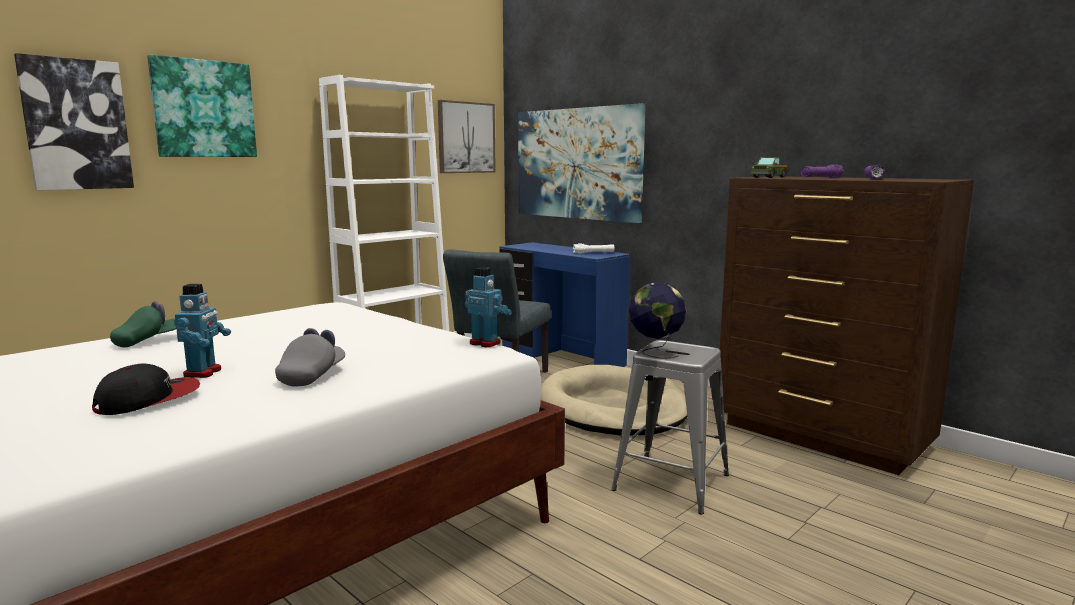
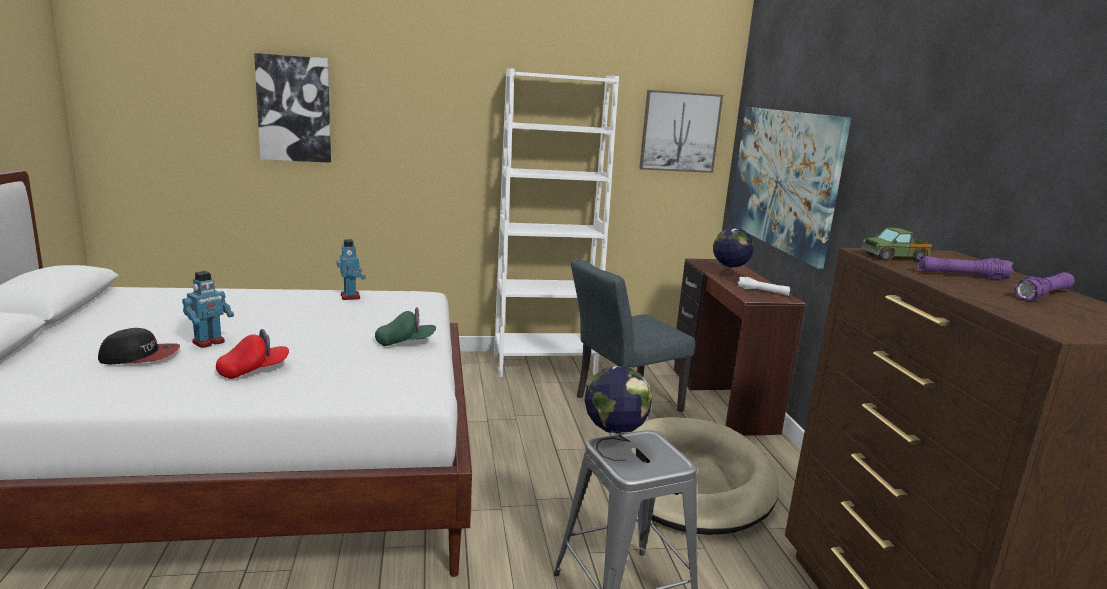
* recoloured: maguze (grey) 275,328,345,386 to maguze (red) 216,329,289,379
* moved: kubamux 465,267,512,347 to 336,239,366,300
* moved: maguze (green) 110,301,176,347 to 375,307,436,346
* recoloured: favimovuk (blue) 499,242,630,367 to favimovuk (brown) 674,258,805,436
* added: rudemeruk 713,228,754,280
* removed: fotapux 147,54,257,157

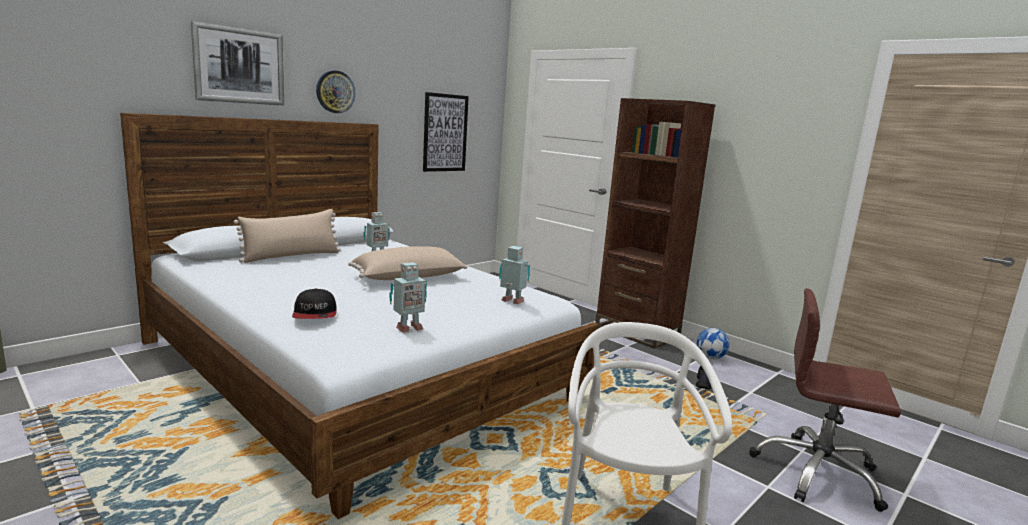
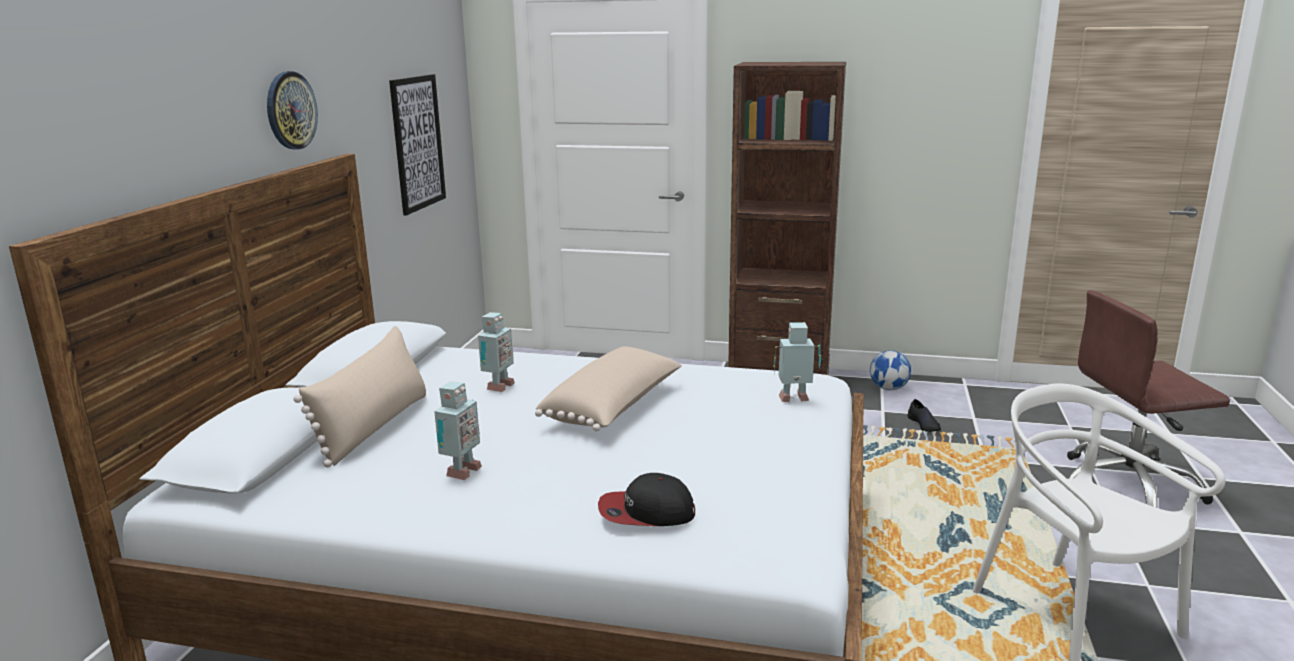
* moved: kubamux 389,262,427,333 to 434,381,482,480
* turned: maguze 292,288,337,319 = 598,473,695,526 135 degrees clockwise
* removed: fotapux 191,21,284,106

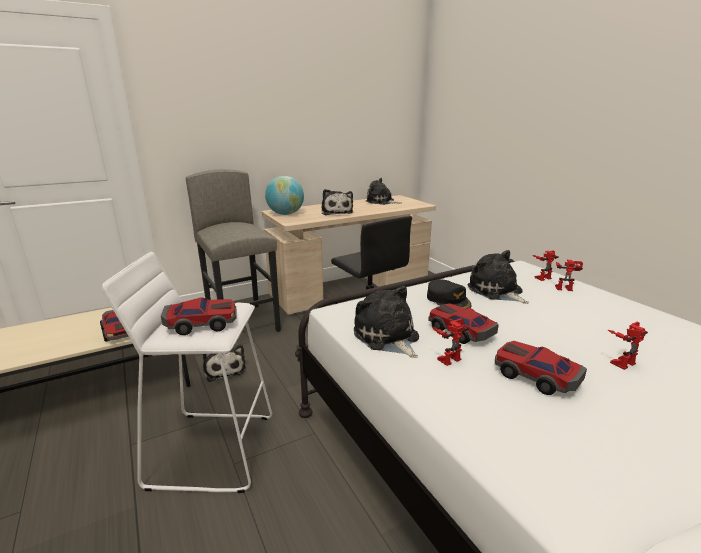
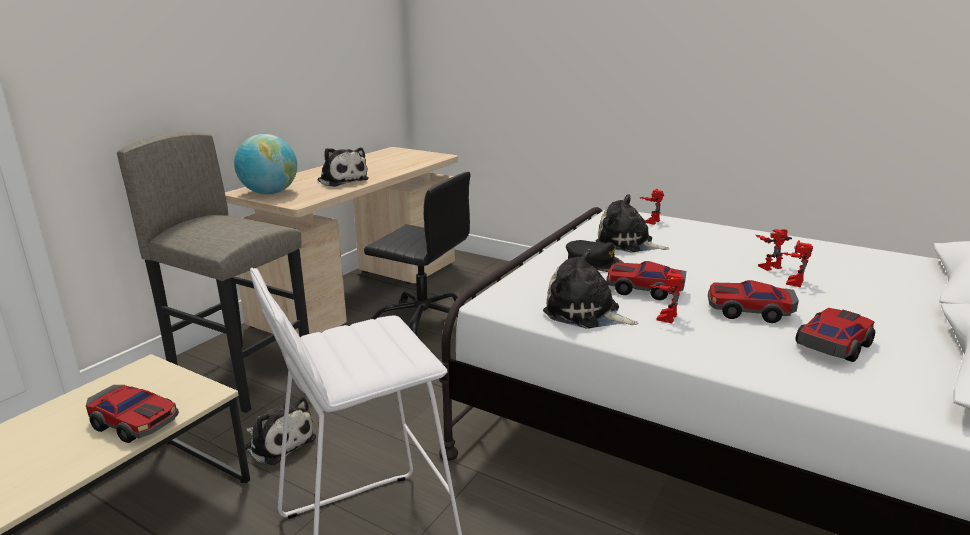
* moved: kubamux 555,260,583,291 to 756,229,792,271
* moved: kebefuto 161,298,237,335 to 795,308,875,362
* removed: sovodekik 366,178,402,205

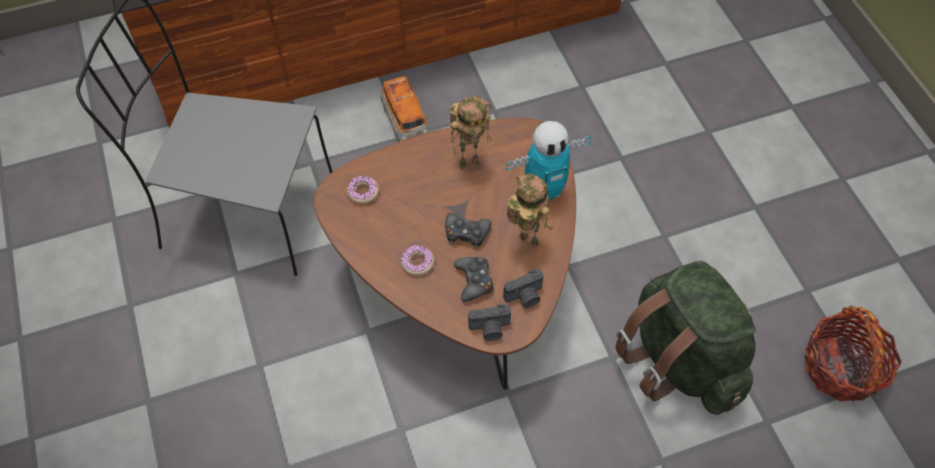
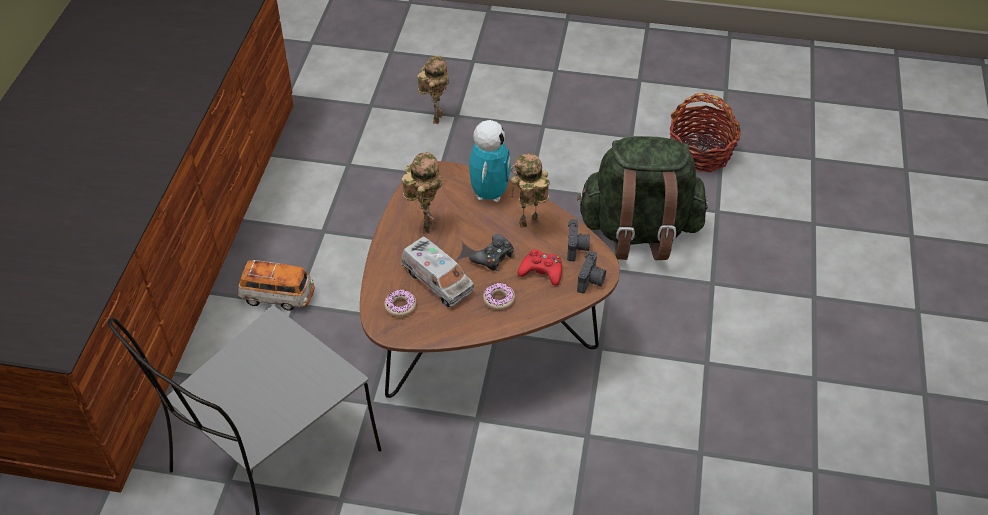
* added: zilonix 402,237,474,307
* added: kubamux 417,56,449,124
* recoloured: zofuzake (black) 454,257,494,302 to zofuzake (red) 518,249,562,286

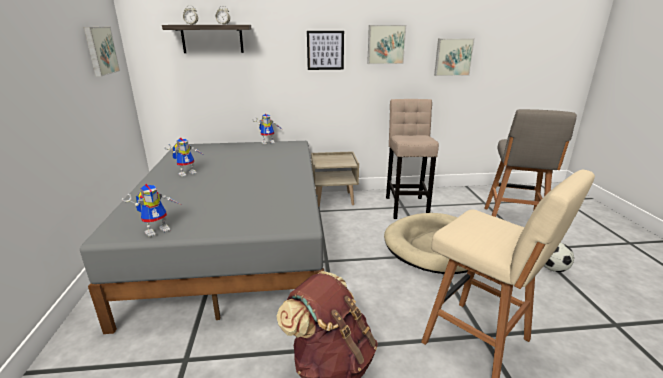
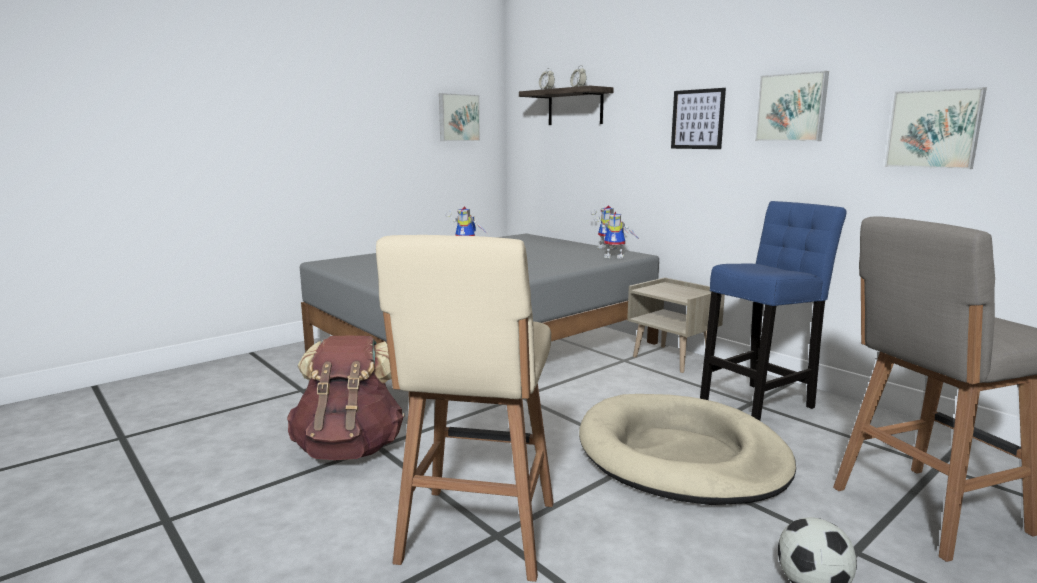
* moved: kubamux 122,184,181,237 to 594,211,640,259
* recoloured: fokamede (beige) 386,99,439,219 to fokamede (blue) 700,201,846,421

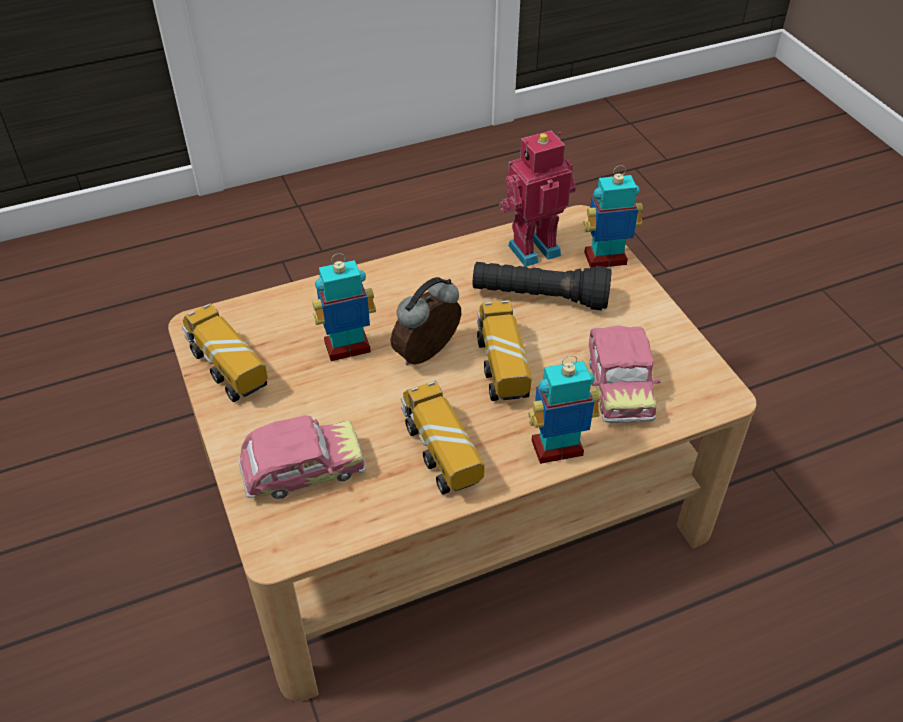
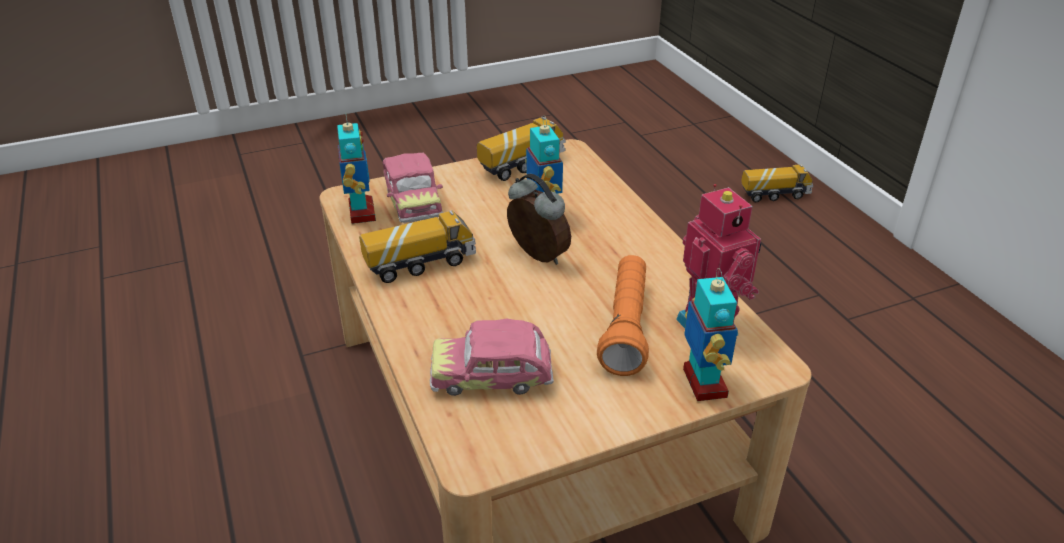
* moved: kubamux 528,355,600,464 to 337,116,376,224
* recoloured: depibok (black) 473,262,611,310 to depibok (orange) 597,255,649,376
* moved: zilonix 477,300,532,401 to 741,164,813,202

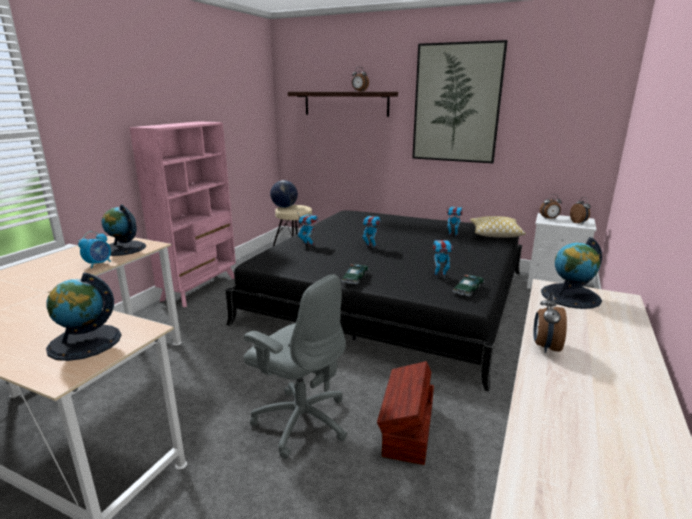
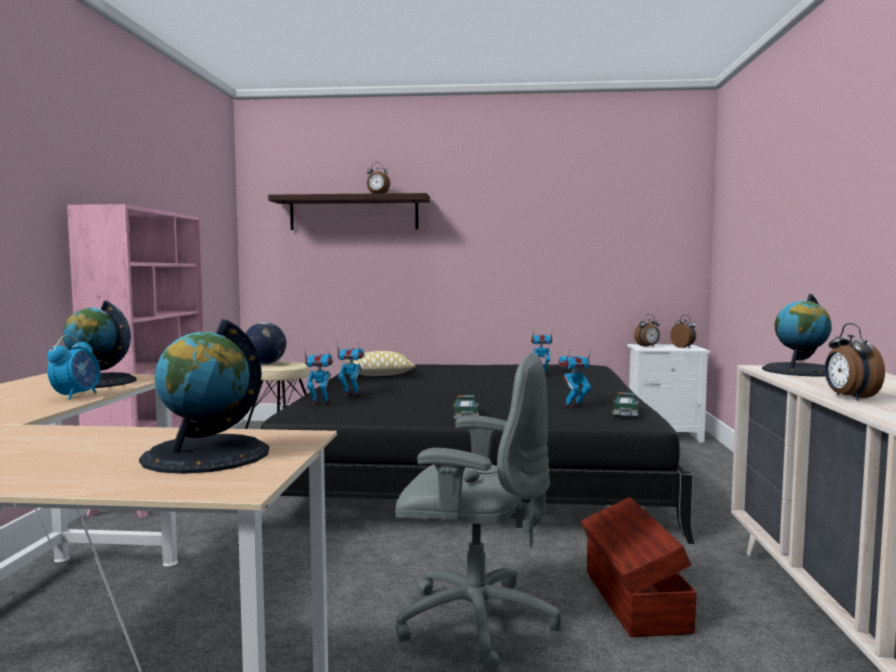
* moved: kubamux 362,215,381,249 to 304,347,333,405
* moved: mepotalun 470,216,526,238 to 345,351,415,376
* removed: fotapux 412,40,508,163

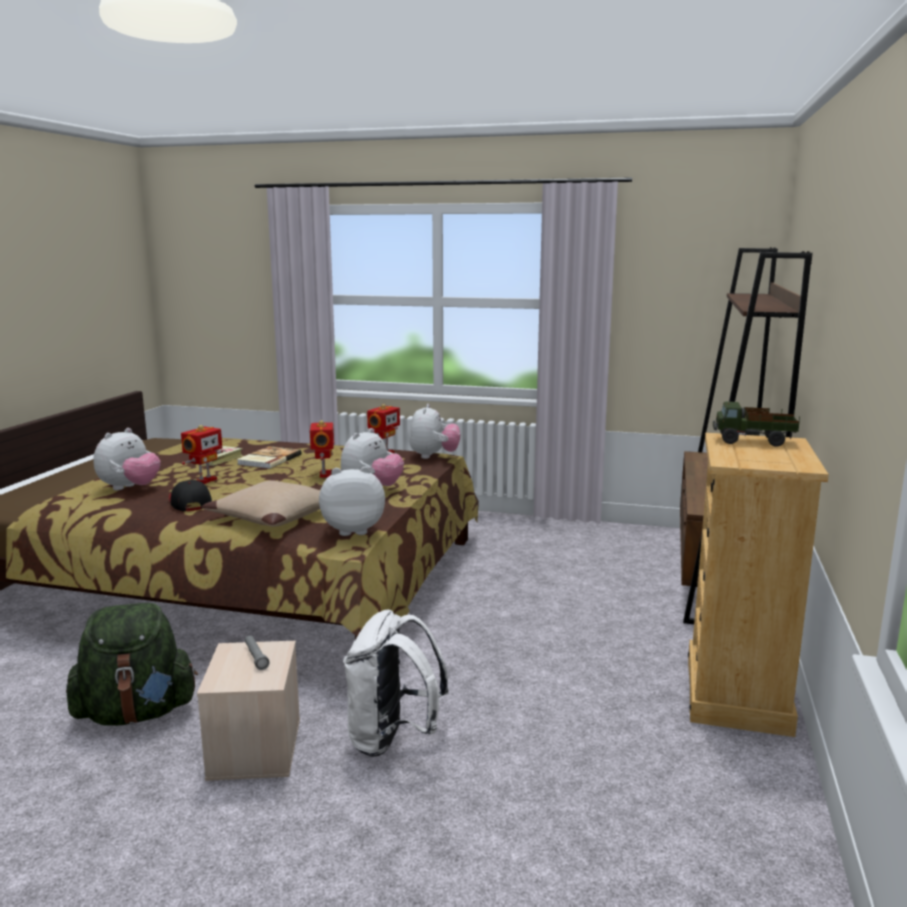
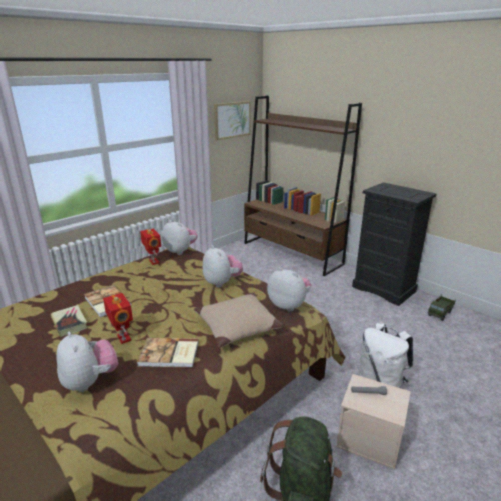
* replaced: maguze 169,480,212,511 to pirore 137,338,199,368
* added: fotapux 214,101,251,140
* turned: sovodekik 319,467,385,536 = 267,267,311,312 105 degrees clockwise
* recoloured: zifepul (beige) 688,433,829,737 to zifepul (black) 352,182,436,306
* moved: zilonix 713,401,800,447 to 428,295,456,321
* removed: kubamux 310,420,334,478

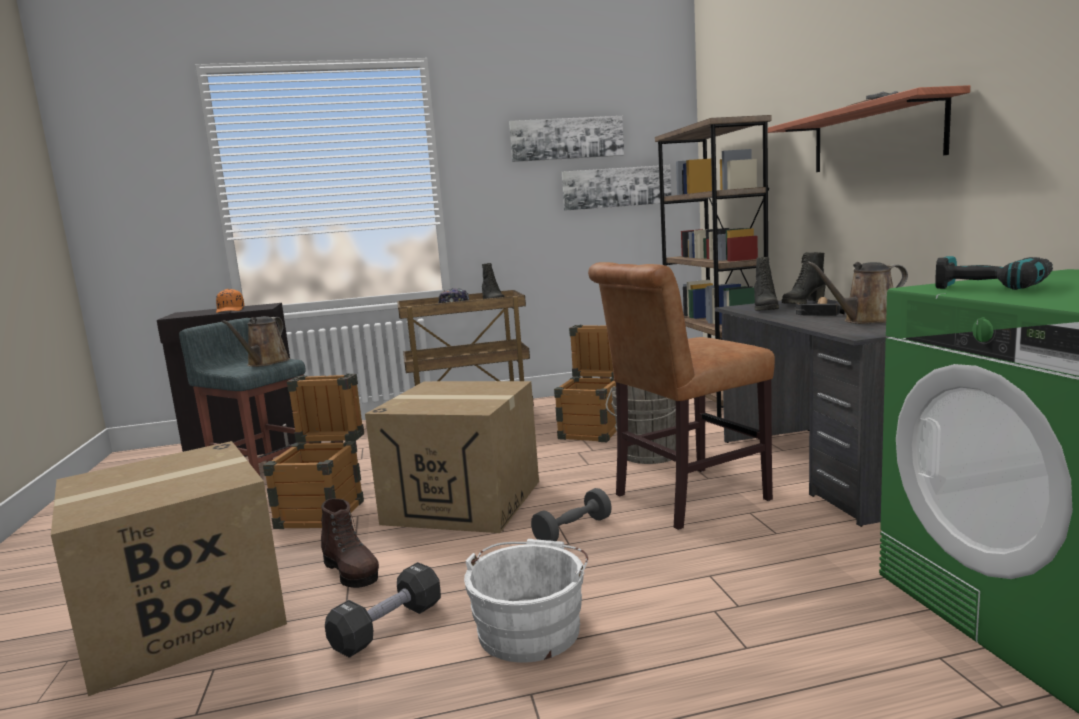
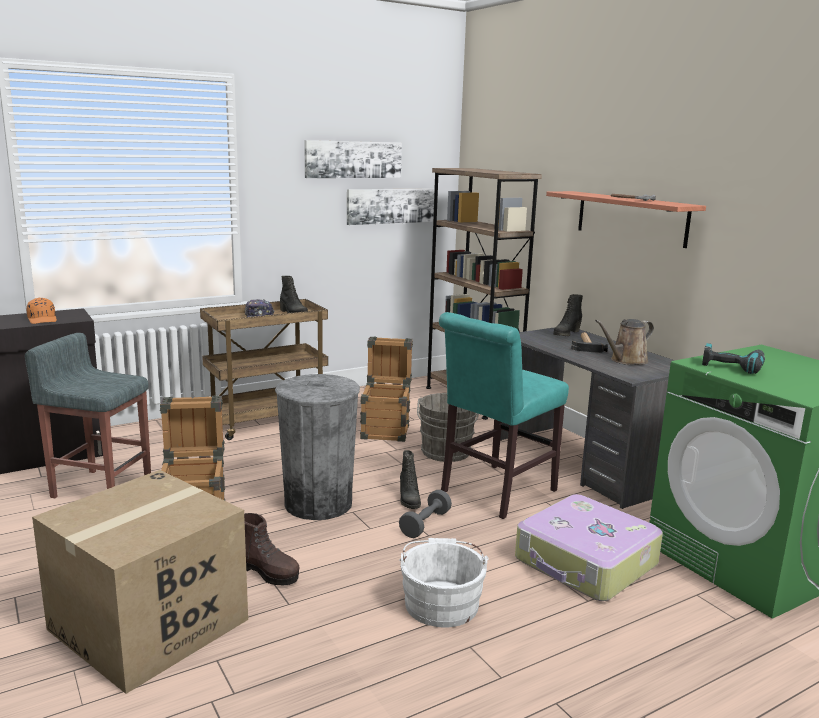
* replaced: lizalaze 365,381,539,533 to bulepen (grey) 275,374,360,520
* moved: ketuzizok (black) 754,257,779,311 to 400,450,421,509
* recoloured: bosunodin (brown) 588,262,775,530 to bosunodin (turquoise) 439,312,569,519
* added: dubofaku 515,494,663,601
* removed: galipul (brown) 221,316,290,367
* removed: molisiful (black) 325,562,441,658

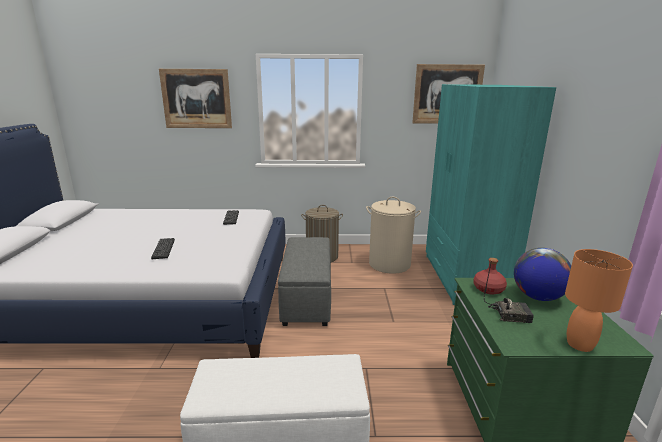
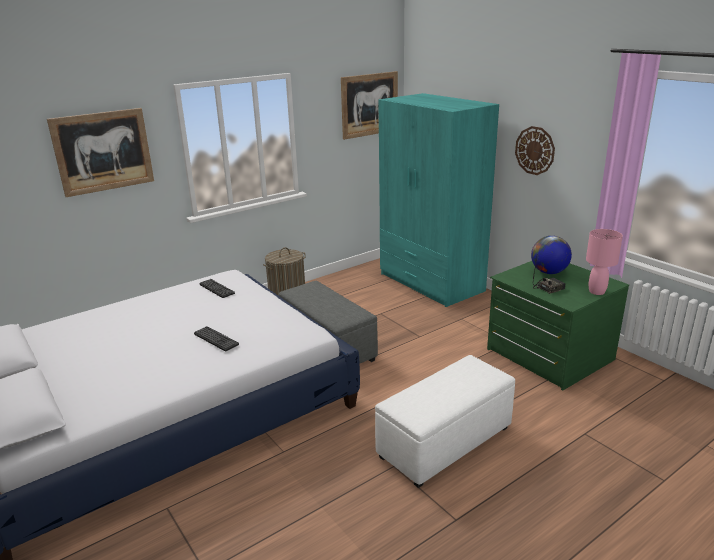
* added: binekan 515,126,555,175
* recoloured: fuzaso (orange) 565,249,633,352 to fuzaso (pink) 586,229,623,295
* removed: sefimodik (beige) 366,197,421,274
* removed: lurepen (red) 473,258,507,294

